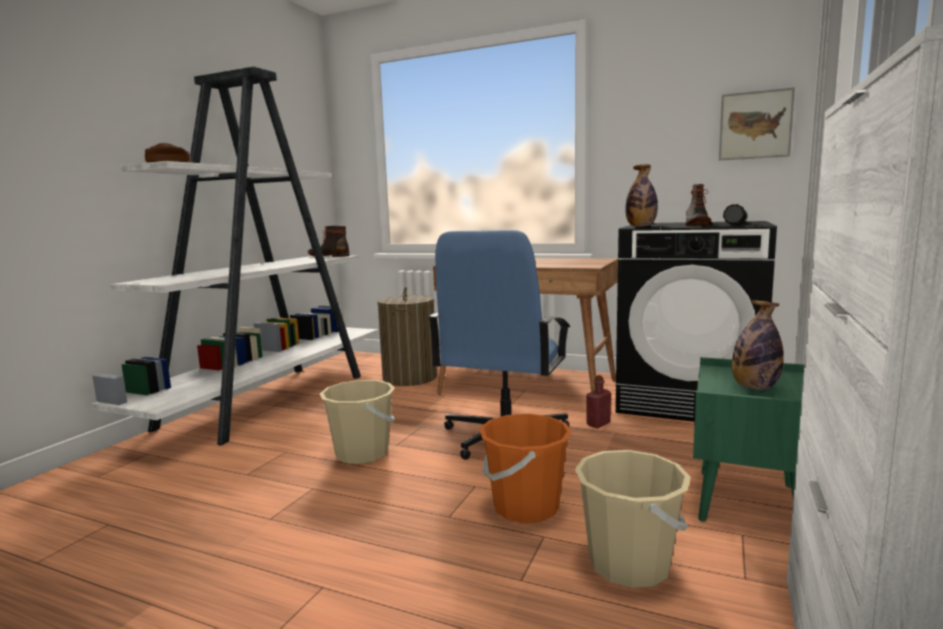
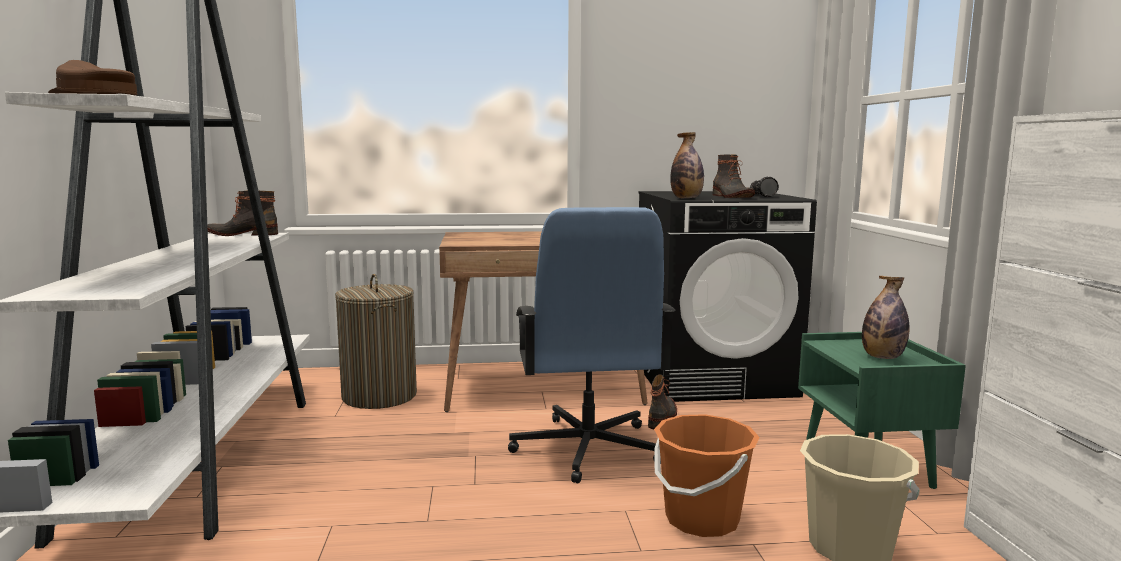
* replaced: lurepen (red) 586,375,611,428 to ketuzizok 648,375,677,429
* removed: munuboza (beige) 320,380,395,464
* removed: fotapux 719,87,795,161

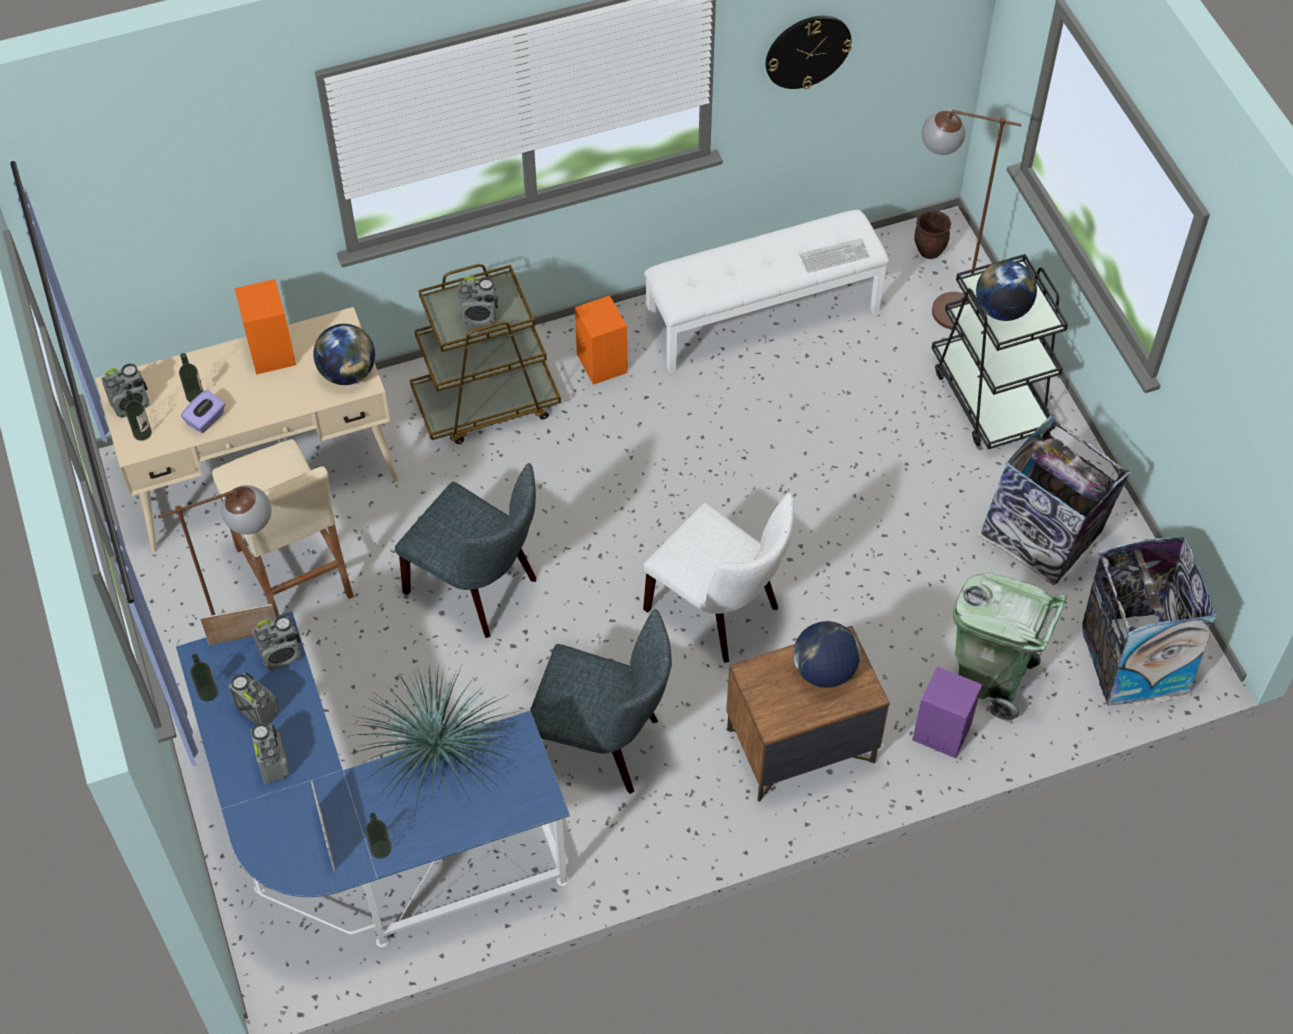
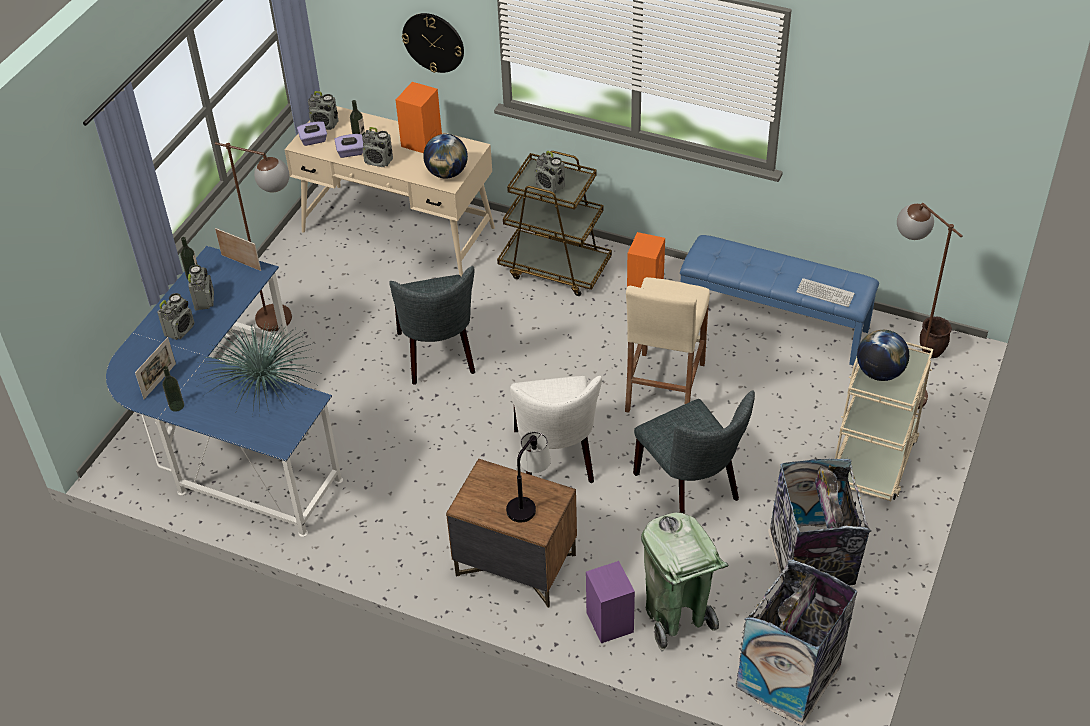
* replaced: lurepen 125,390,152,441 to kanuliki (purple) 297,121,327,146
* moved: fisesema 252,616,301,670 to 362,127,393,167
* moved: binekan 766,16,852,89 to 402,13,464,73
* replaced: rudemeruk 793,621,860,688 to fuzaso 506,431,551,523
* moved: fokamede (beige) 212,439,354,616 to 625,277,710,413
* moved: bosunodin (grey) 530,609,671,794 to 633,390,755,513
* recoloured: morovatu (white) 644,210,889,374 to morovatu (blue) 680,235,879,366
* recoloured: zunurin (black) 932,254,1068,449 to zunurin (beige) 835,332,933,501

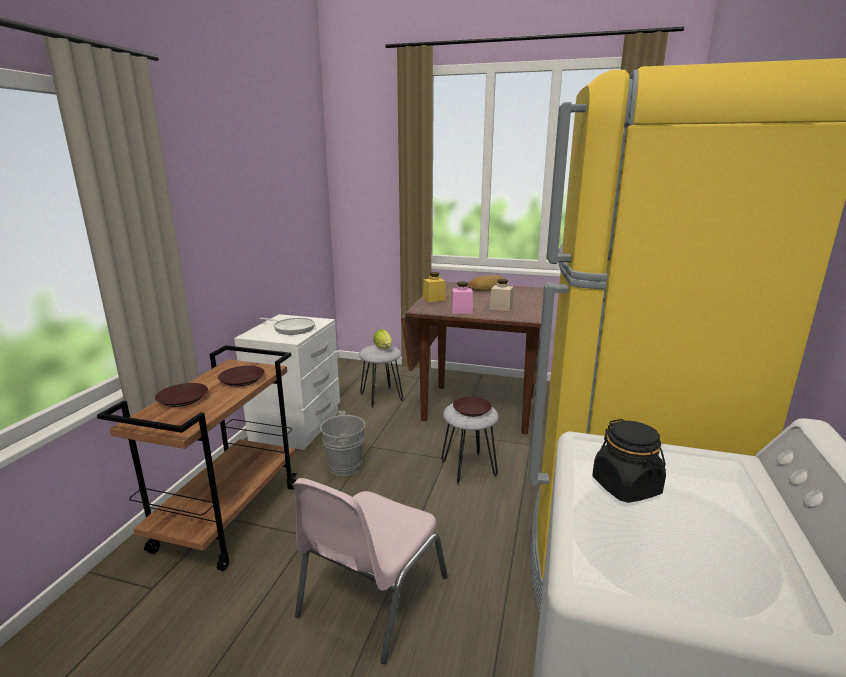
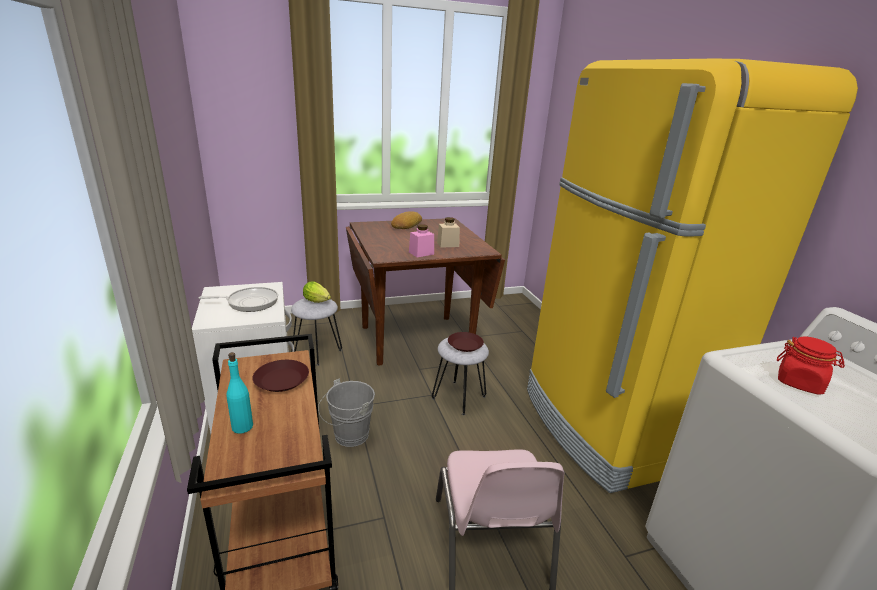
* replaced: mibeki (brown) 155,383,208,407 to lurepen (turquoise) 226,352,253,434
* recoloured: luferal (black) 592,419,666,503 to luferal (red) 777,336,845,395
* removed: luferal (yellow) 423,272,446,302

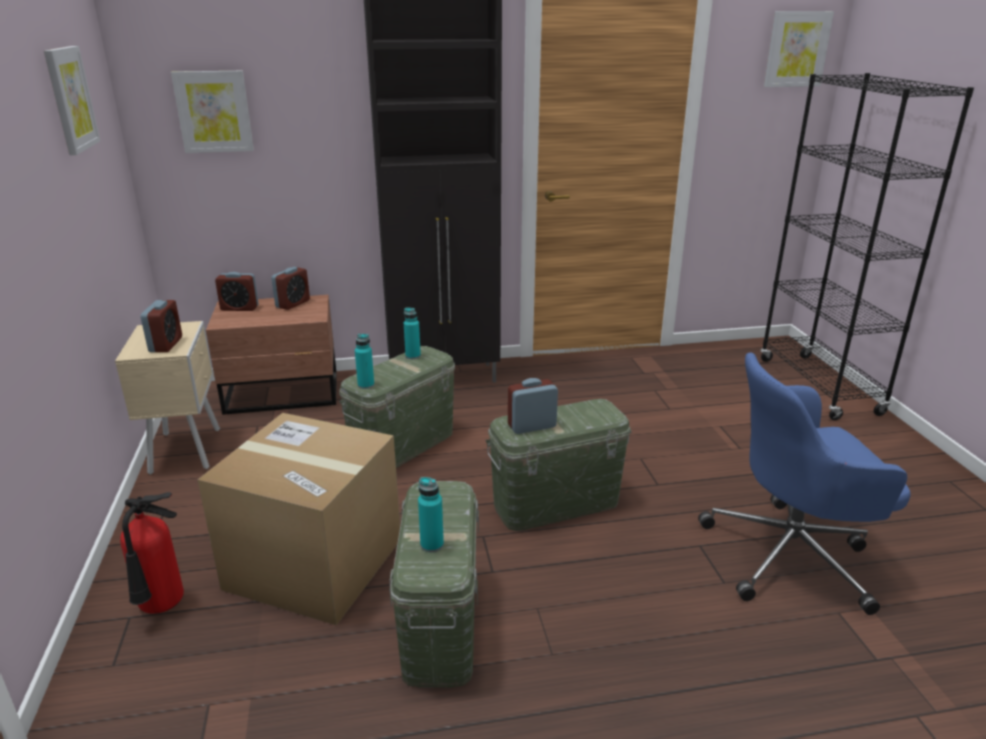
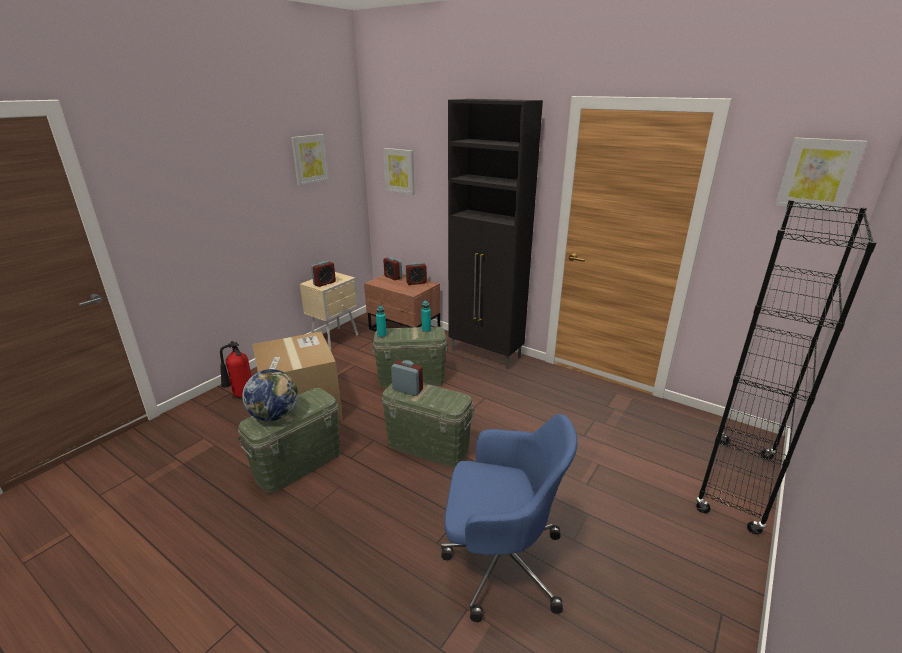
* replaced: lurepen (turquoise) 418,477,444,552 to rudemeruk 242,369,298,421
* turned: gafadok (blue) 698,353,911,615 = 441,414,578,622 150 degrees clockwise

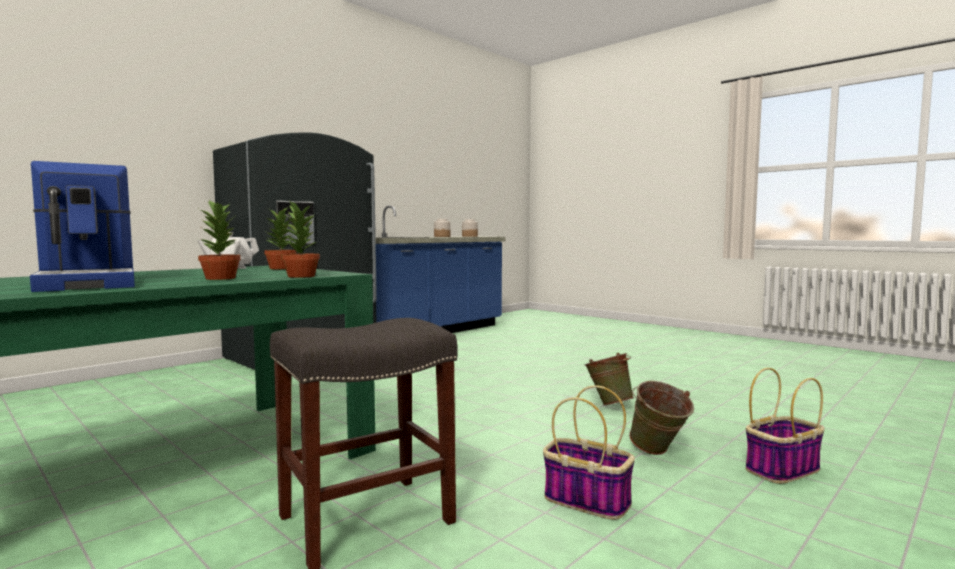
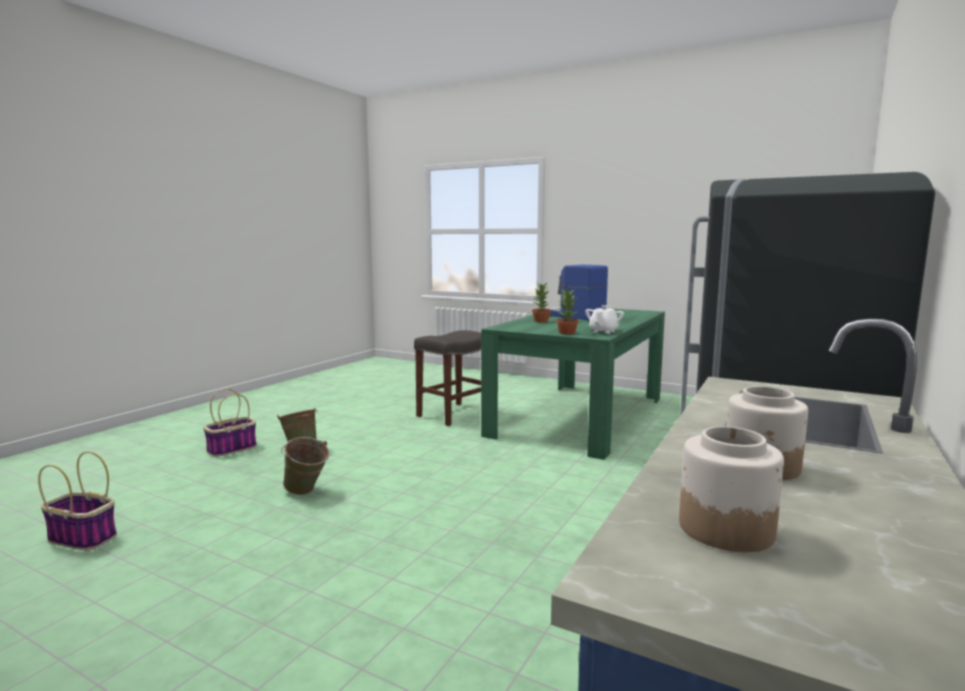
* moved: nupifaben 543,385,635,520 to 38,451,117,551
* removed: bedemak 281,200,320,278

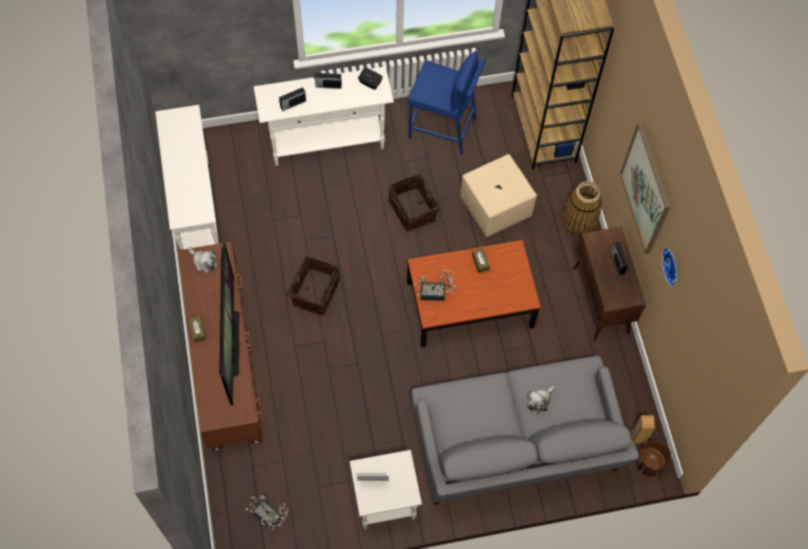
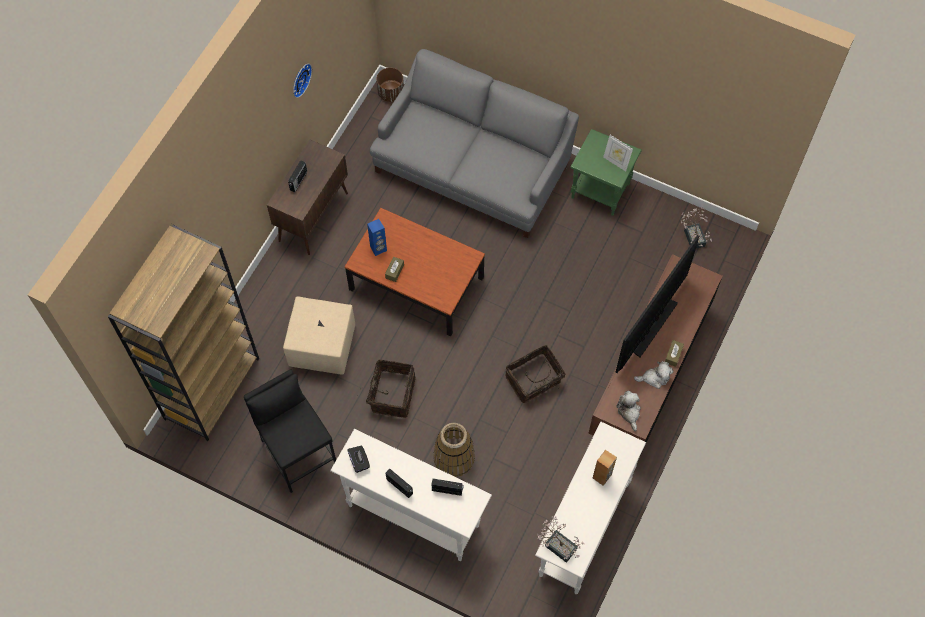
* recoloured: fokamede (blue) 408,51,486,154 to fokamede (black) 244,369,336,493
* added: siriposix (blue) 367,219,387,256
* moved: nupifaben 561,181,602,237 to 433,423,475,477
* moved: bedemak 414,270,457,301 to 537,516,584,563
* recoloured: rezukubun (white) 349,450,422,529 to rezukubun (green) 570,129,642,216
* moved: siriposix (brown) 632,415,655,444 to 593,450,617,486
* moved: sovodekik 527,386,556,414 to 634,361,674,389
* removed: fotapux 620,123,670,254

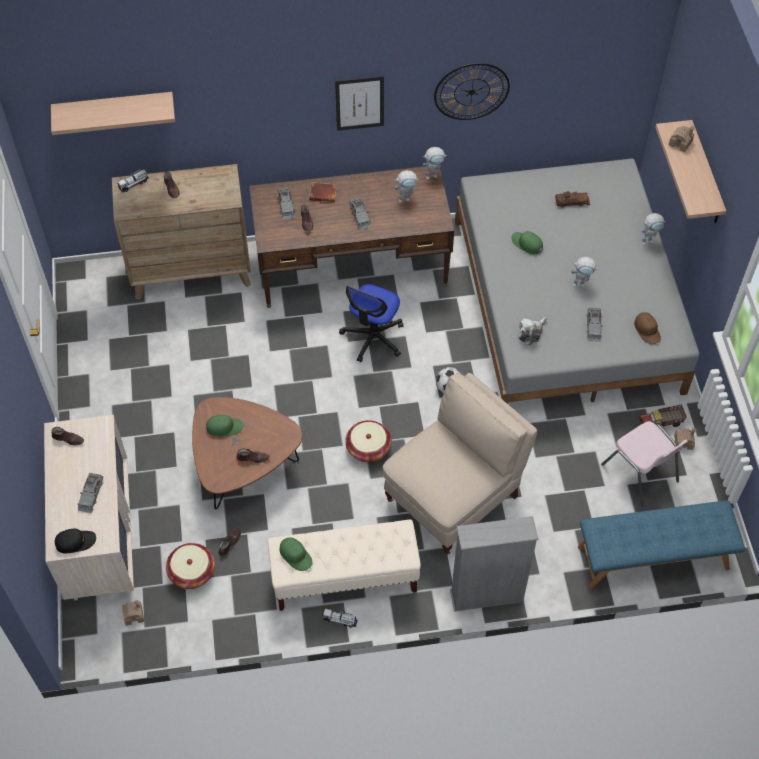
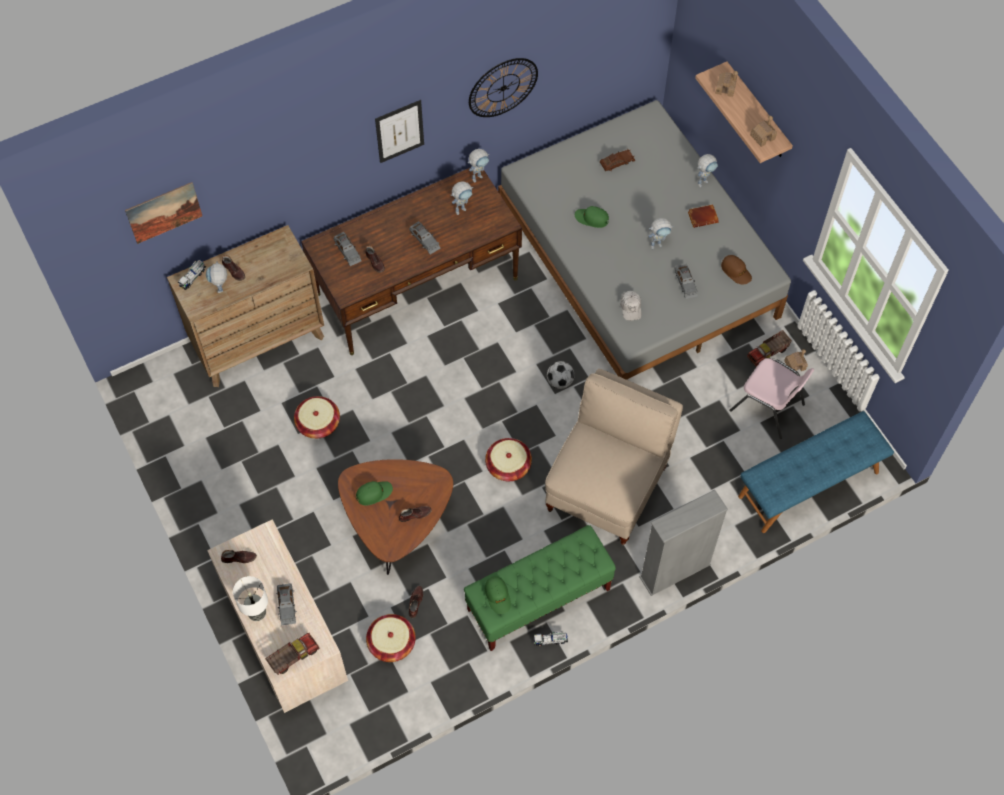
* replaced: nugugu 51,92,175,135 to fotapux 125,182,202,244
* added: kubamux 206,261,227,293
* added: fuzaso 233,576,268,621
* replaced: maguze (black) 55,529,96,553 to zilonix 265,633,319,675
* added: nupifaben 294,396,340,439
* recoloured: morovatu (beige) 268,519,421,611 to morovatu (green) 464,525,616,651
* turned: maguze (green) 280,537,312,571 = 485,576,511,614 45 degrees clockwise
* replaced: sovodekik 519,317,547,345 to maguze (white) 620,291,641,321
* moved: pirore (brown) 309,182,337,202 to 688,204,719,228
* moved: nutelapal 122,600,144,626 to 750,116,777,147
* removed: gafadok 339,284,404,362

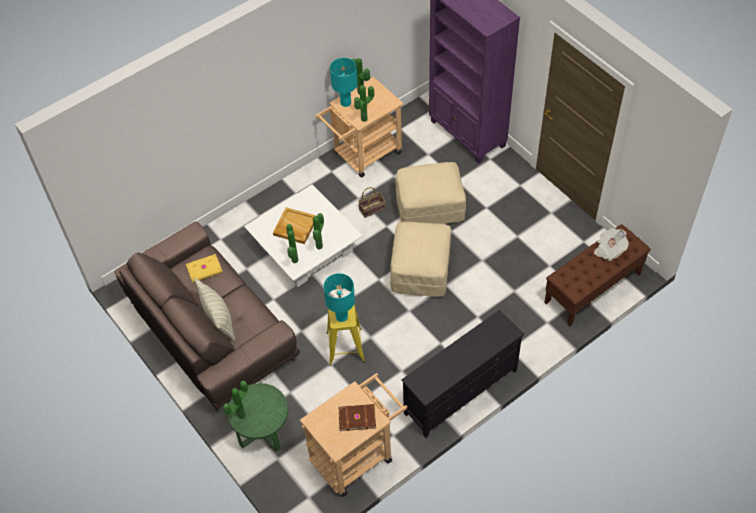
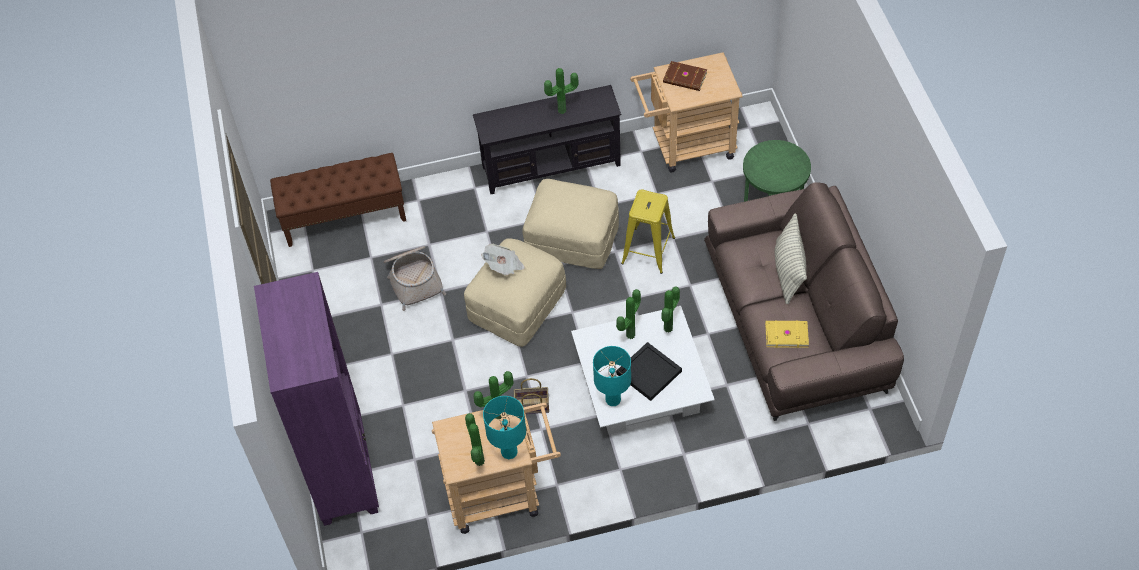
* added: nupifaben 384,246,446,311
* moved: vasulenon 594,228,629,262 to 481,244,525,276
* moved: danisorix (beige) 395,162,466,224 to 523,179,619,269
* moved: bedemak 223,381,248,419 to 544,68,579,114
* moved: fuzaso (turquoise) 323,273,355,322 to 593,346,631,406
* recoloured: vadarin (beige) 273,207,316,244 to vadarin (black) 616,342,682,401

